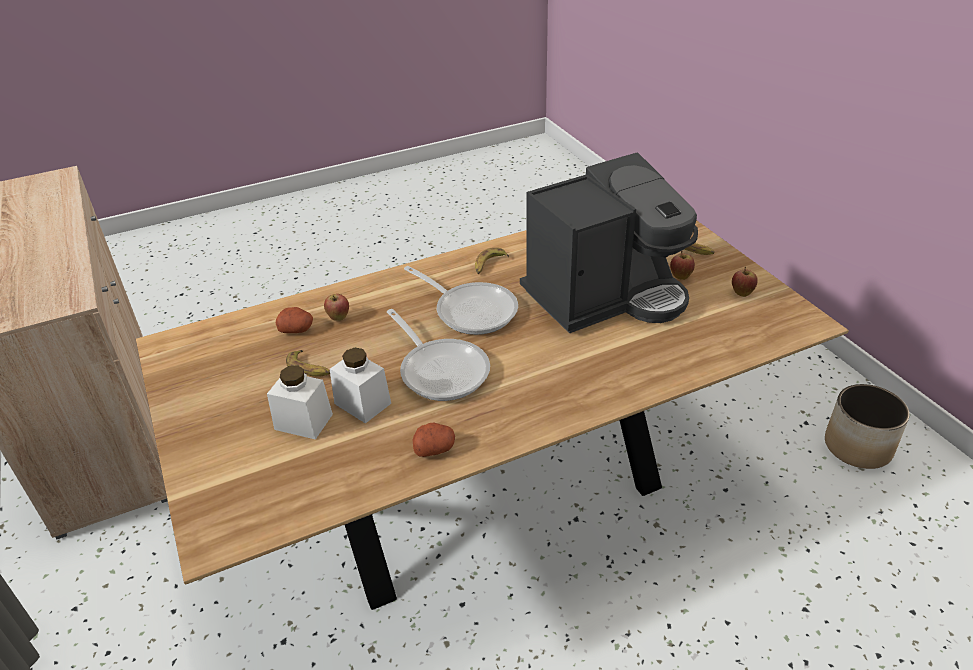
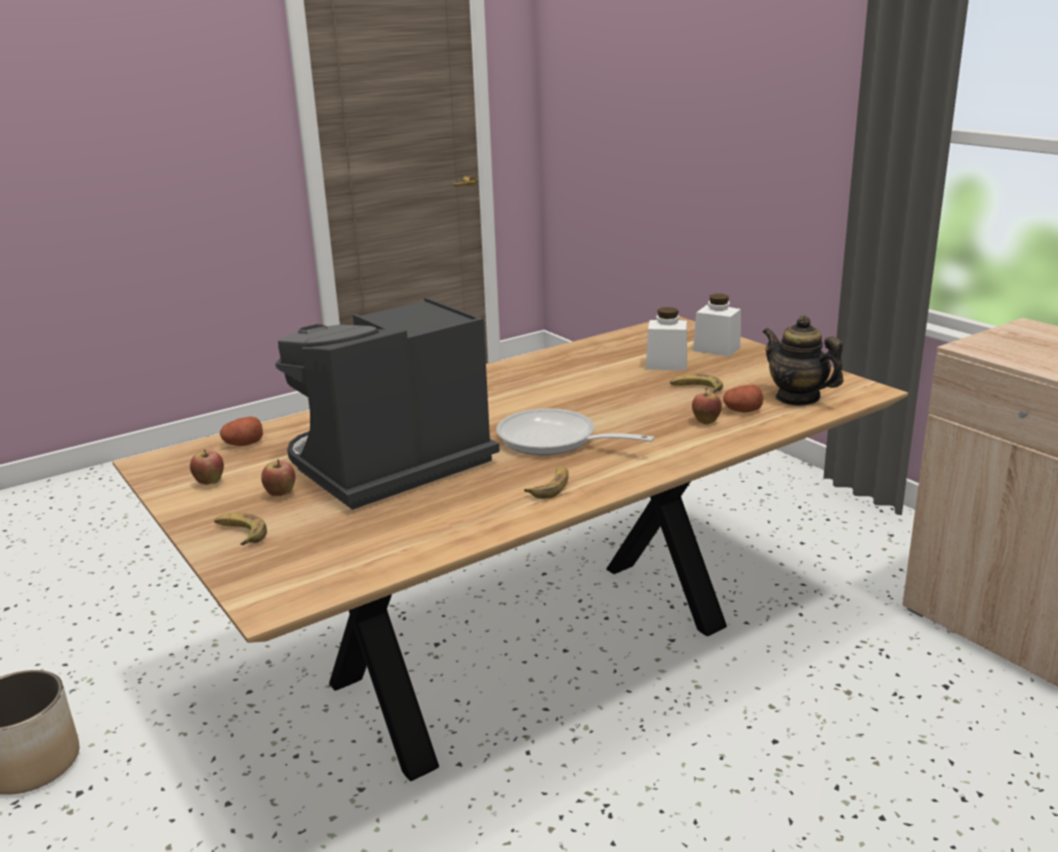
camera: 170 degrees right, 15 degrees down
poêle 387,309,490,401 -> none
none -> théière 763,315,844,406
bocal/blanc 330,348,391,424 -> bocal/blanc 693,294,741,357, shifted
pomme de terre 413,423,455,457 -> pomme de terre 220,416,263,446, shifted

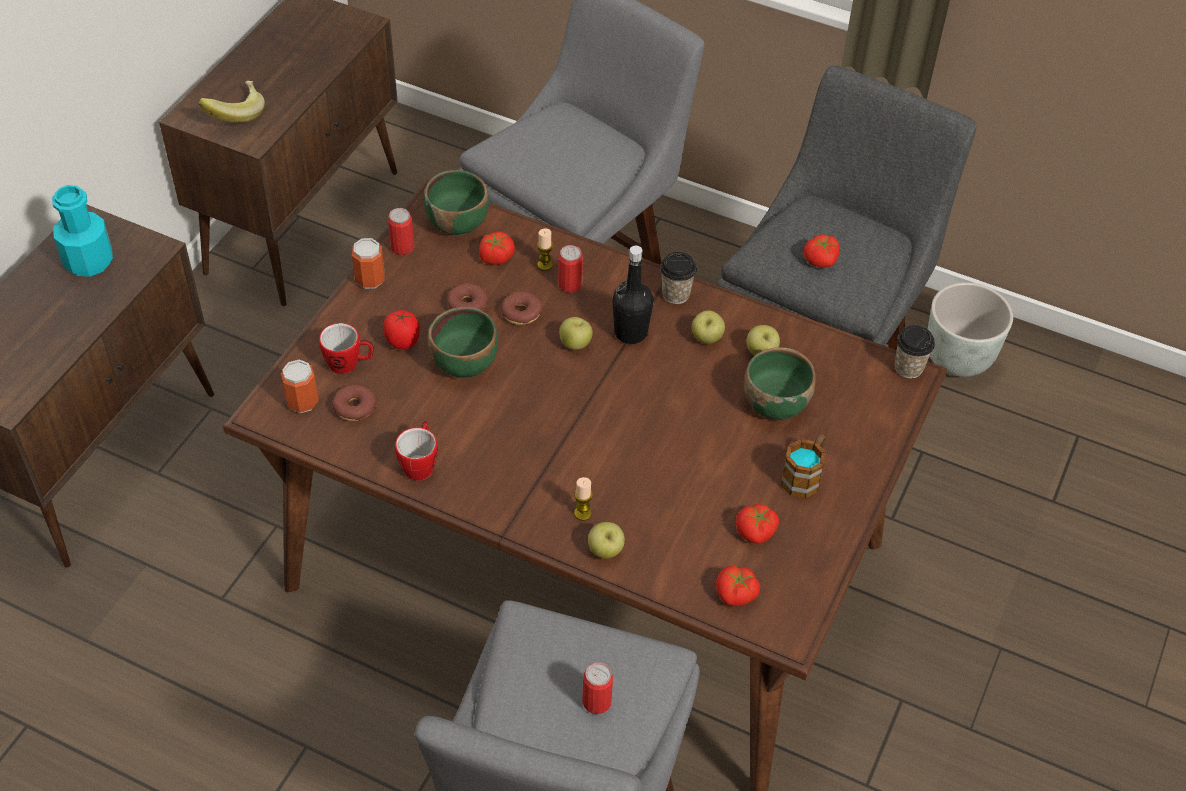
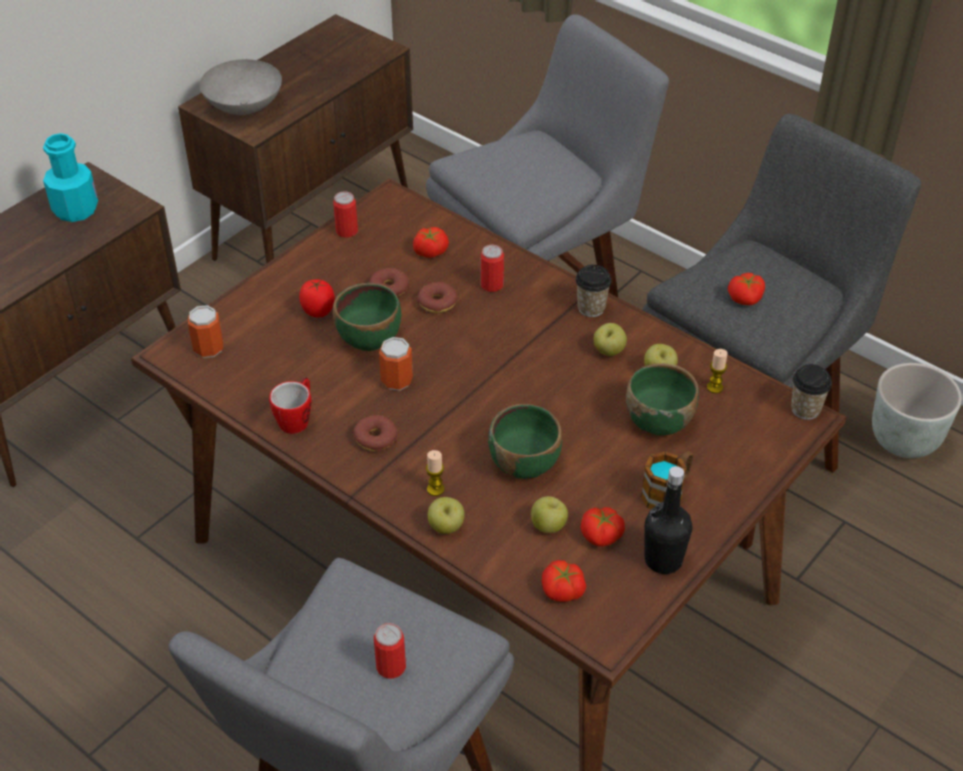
camera: 15 degrees right, 5 degrees down
mug 319,323,374,374 -> none
beignet 332,385,377,421 -> beignet 353,415,398,452, shifted
boîte métallique 352,238,385,289 -> boîte métallique 379,337,413,391, shifted
bol/vert 424,170,489,236 -> bol/vert 488,404,562,479, shifted
bougie 537,228,553,271 -> bougie 707,349,728,393, shifted
pomme 559,317,593,350 -> pomme 531,496,568,533, shifted
bouteille/noir 612,246,654,344 -> bouteille/noir 645,466,693,574, shifted
banane 199,81,265,122 -> bol/gris 199,59,282,115

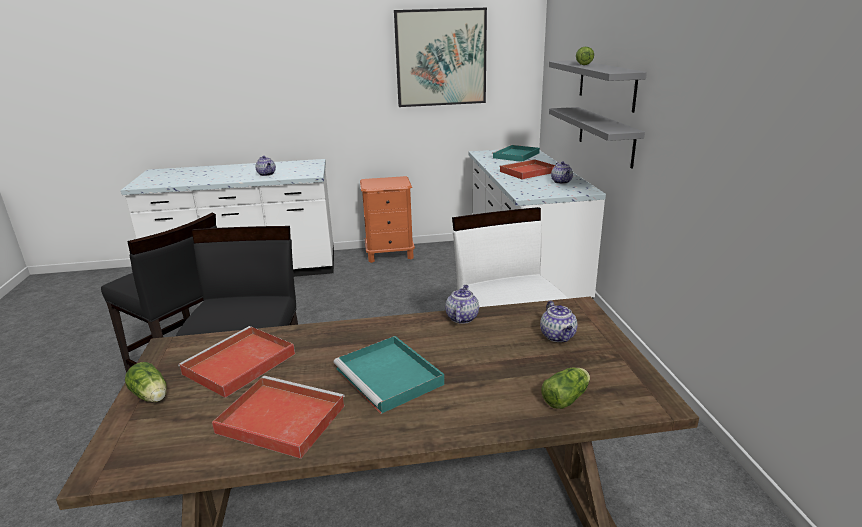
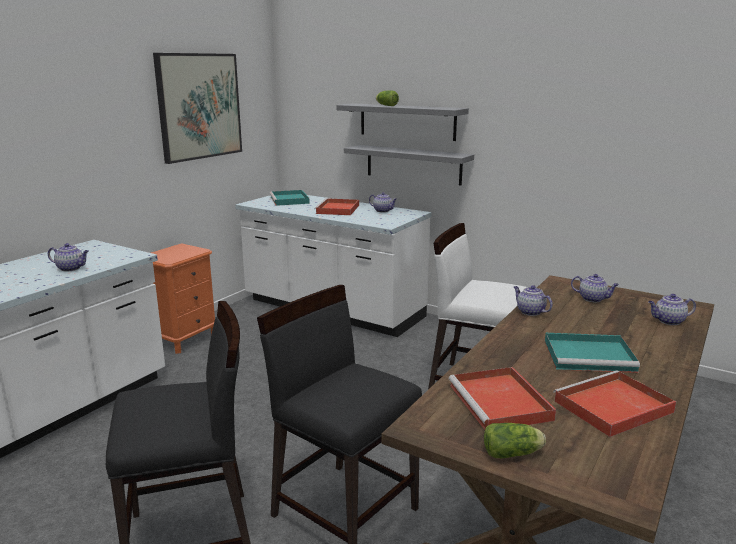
camera: 50 degrees left, 5 degrees down
laitue 541,367,590,409 -> théière 648,294,696,325

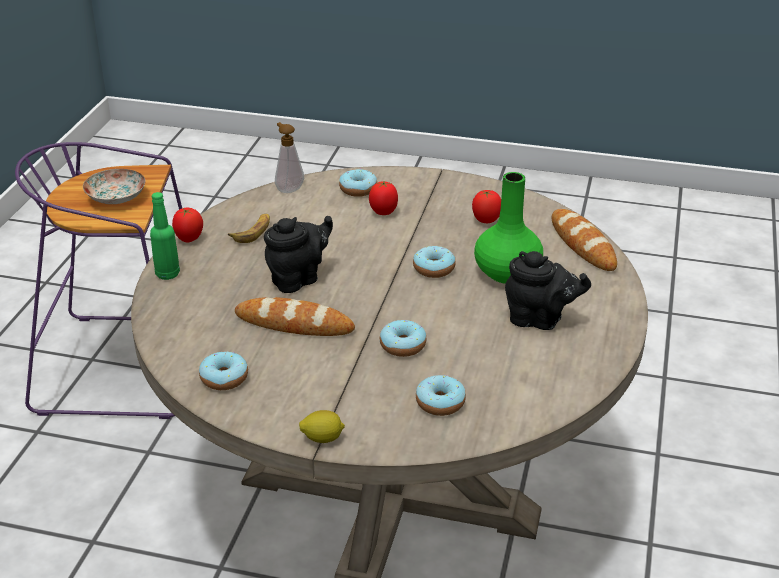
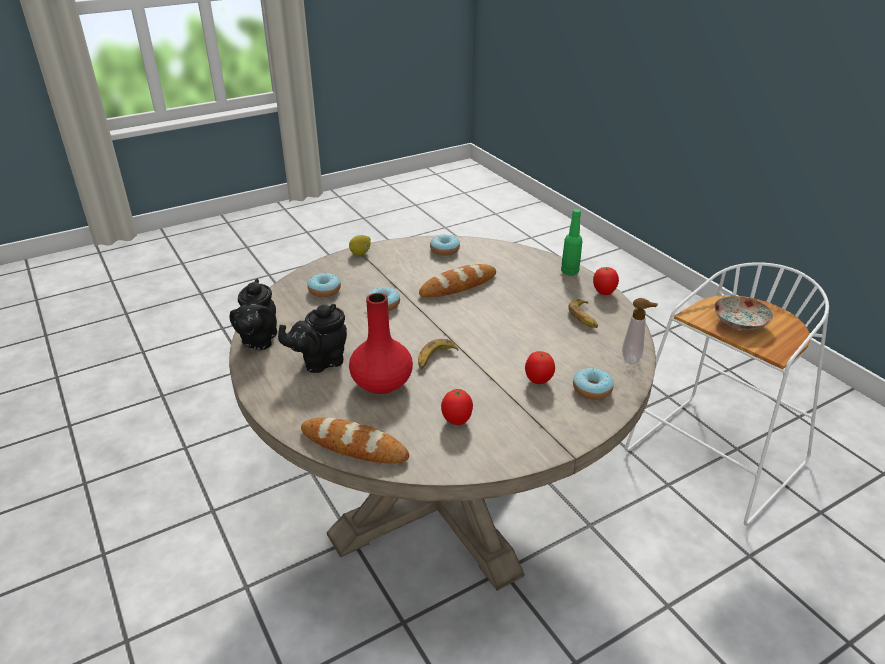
camera: 135 degrees right, 0 degrees up
théière/noir 264,216,333,293 -> théière/noir 229,279,277,350, shifted
beignet 413,246,456,278 -> banane 418,339,459,369
tabouret/violet 15,142,182,419 -> tabouret/blanc 625,262,829,526
vase/vert 474,172,543,284 -> vase/rouge 349,293,413,394

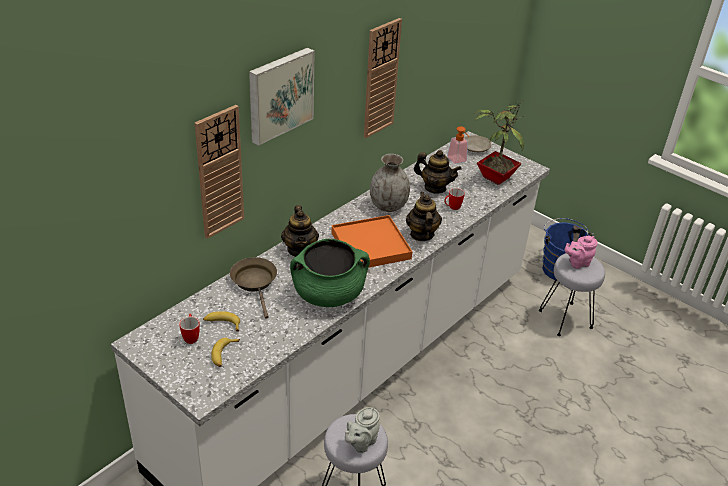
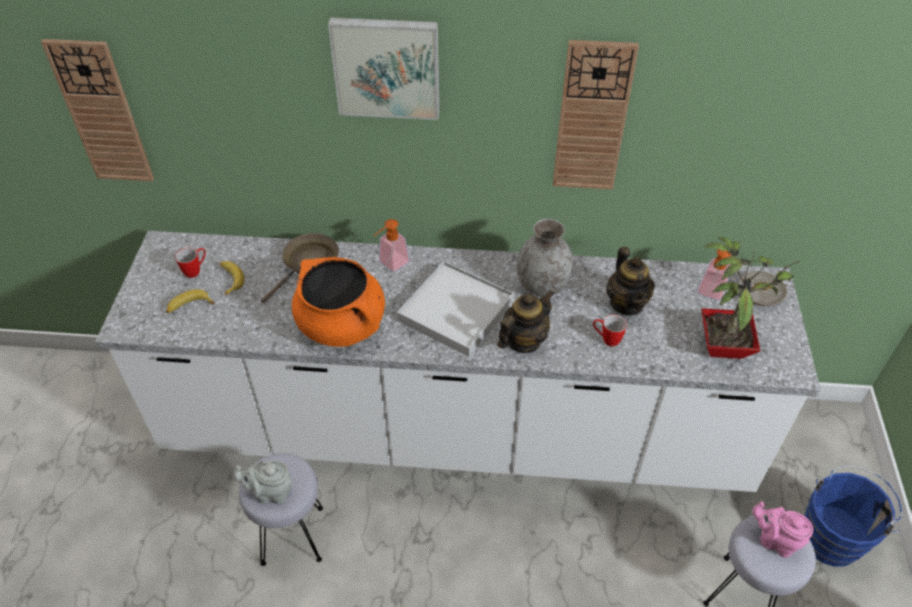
camera: 55 degrees right, 10 degrees up
horloge murale 195,105,244,239 -> horloge murale 41,39,154,181, shifted
théière 281,205,319,257 -> distributeur de savon 374,219,410,272
marmite/vert 290,239,370,307 -> marmite/orange 292,257,385,347
plateau/orange 332,215,412,268 -> plateau/blanc 397,261,514,357

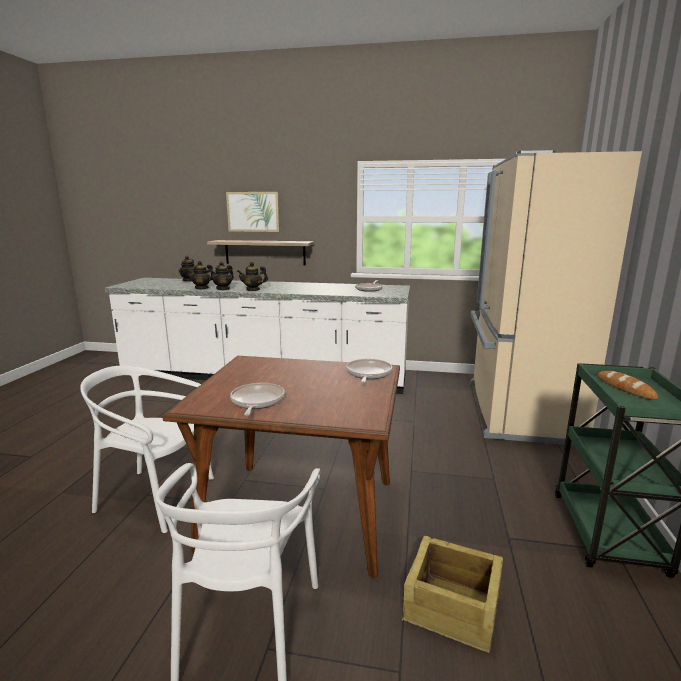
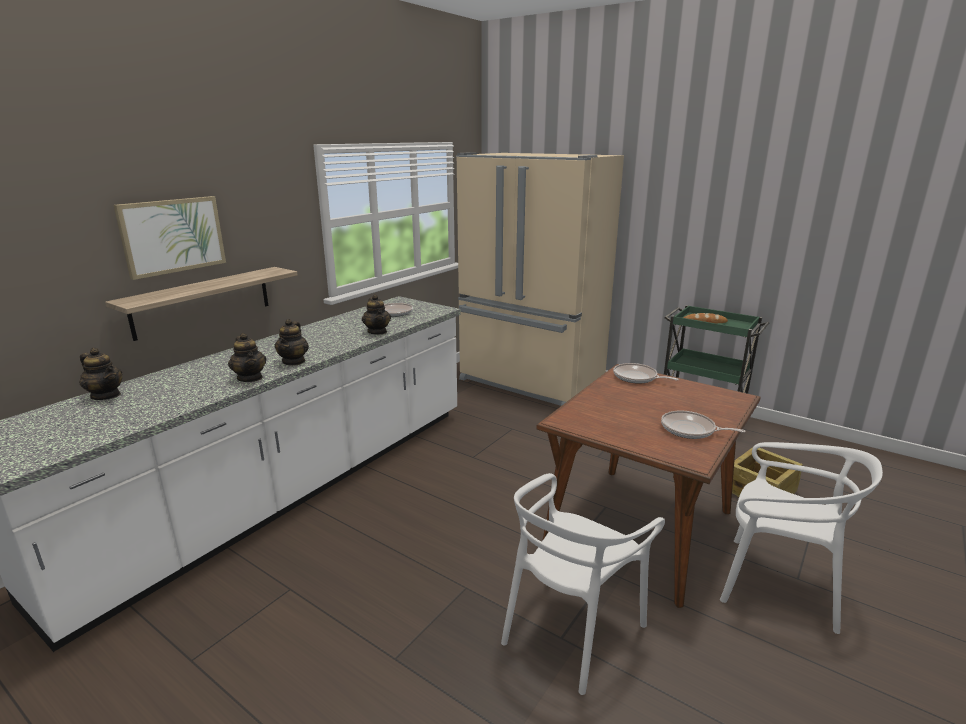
camera: 65 degrees left, 5 degrees up
théière 187,261,213,289 -> théière 362,294,391,335, shifted

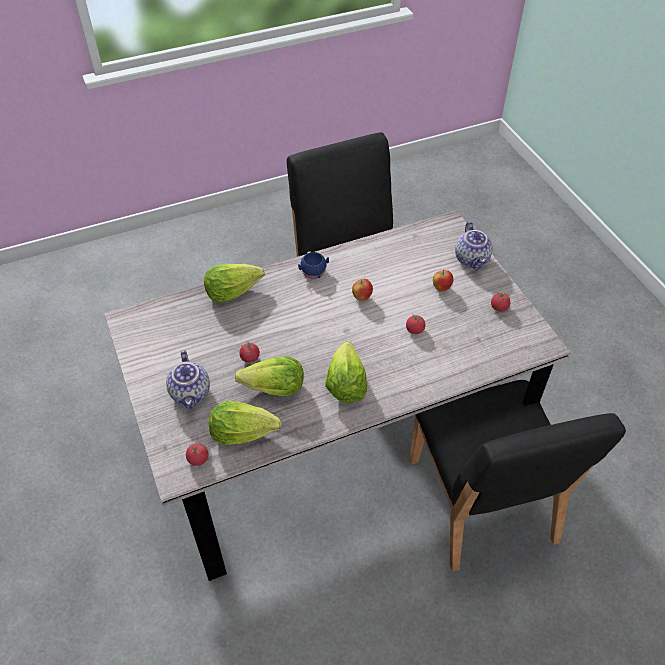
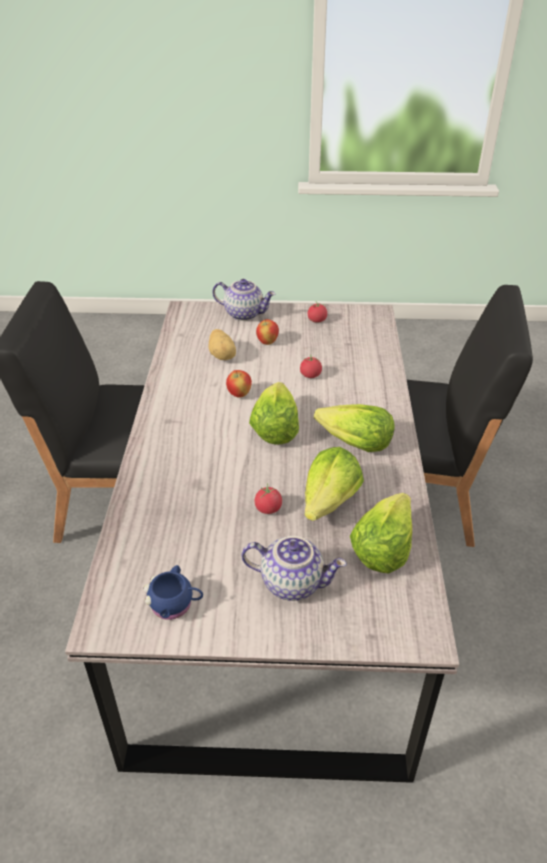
camera: 65 degrees left, 10 degrees down
tomate 186,443,208,466 -> none
none -> pomme de terre 208,329,236,360
laitue 204,264,264,303 -> laitue 249,382,299,445, shifted
mug/bleu 298,251,329,279 -> mug/bleu 144,565,203,620, shifted

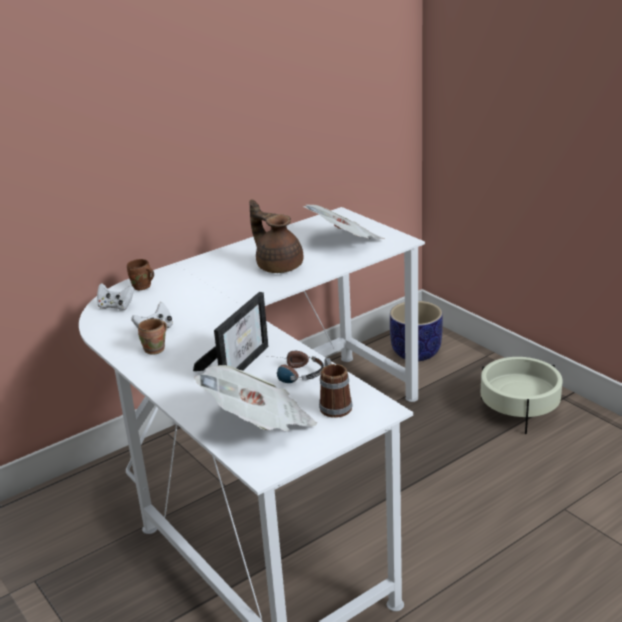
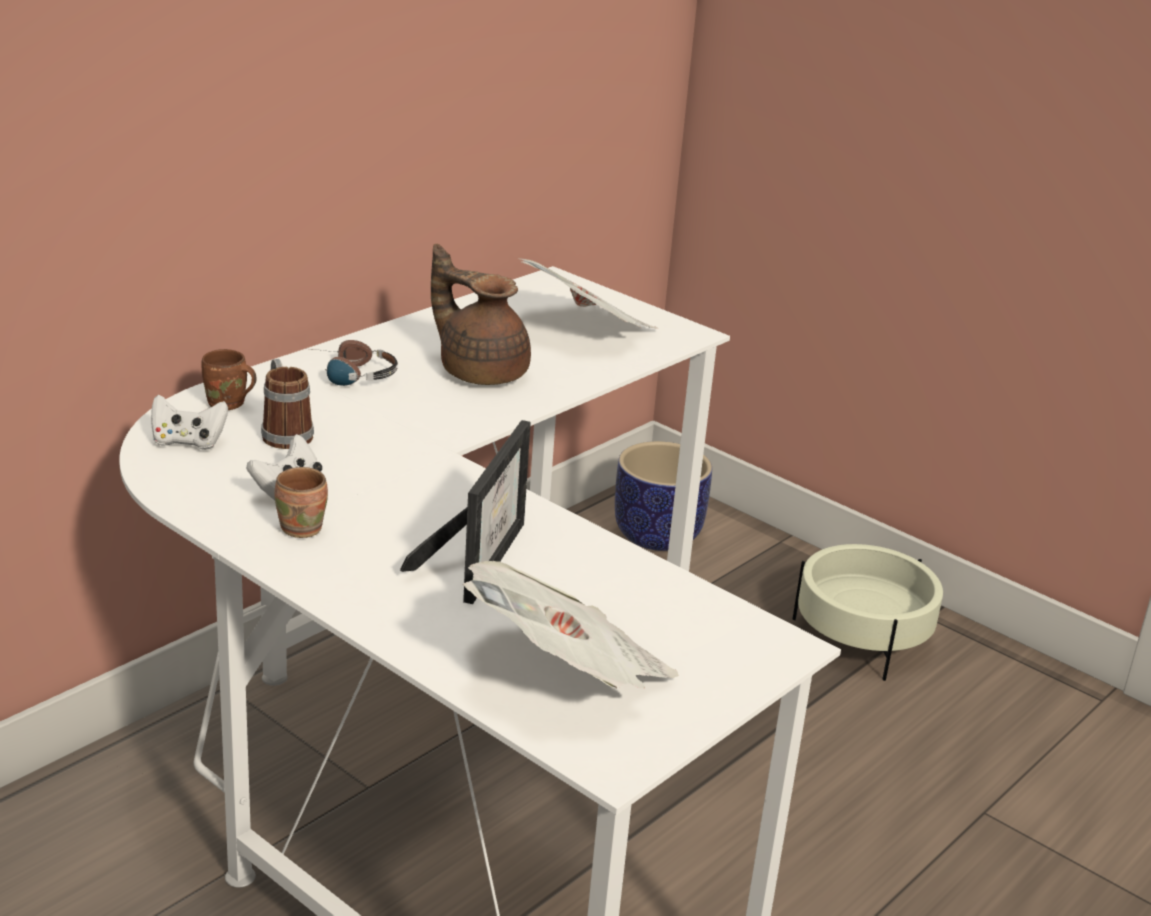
camera: 15 degrees left, 0 degrees up
casque audio 268,351,324,383 -> casque audio 313,340,398,386, shifted
mug 319,358,353,418 -> mug 261,359,314,449, shifted

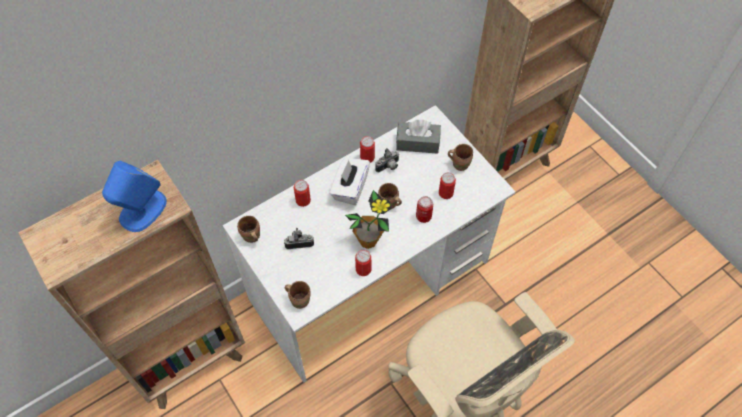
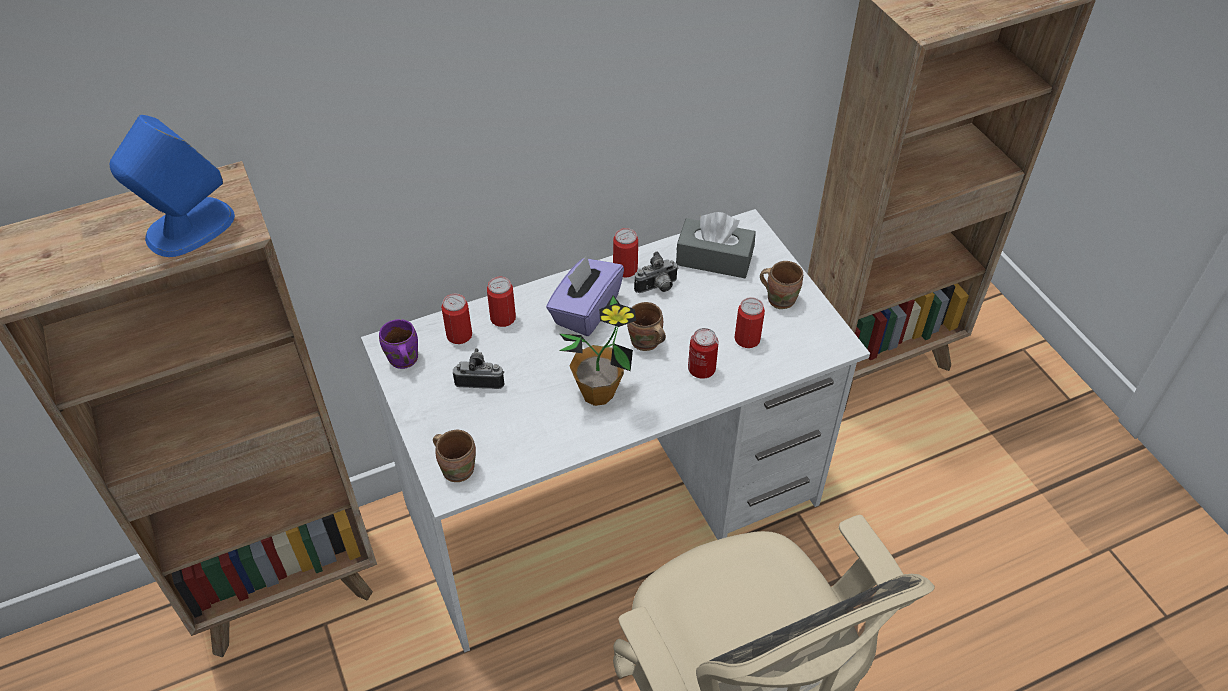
camera: 10 degrees right, 10 degrees down
boîte métallique 355,250,371,276 -> boîte métallique 441,294,472,344, shifted
mug/marron 237,216,260,243 -> mug/violet 379,319,418,369
boîte à mouchoirs/blanc 330,158,370,205 -> boîte à mouchoirs/violet 546,255,624,336

